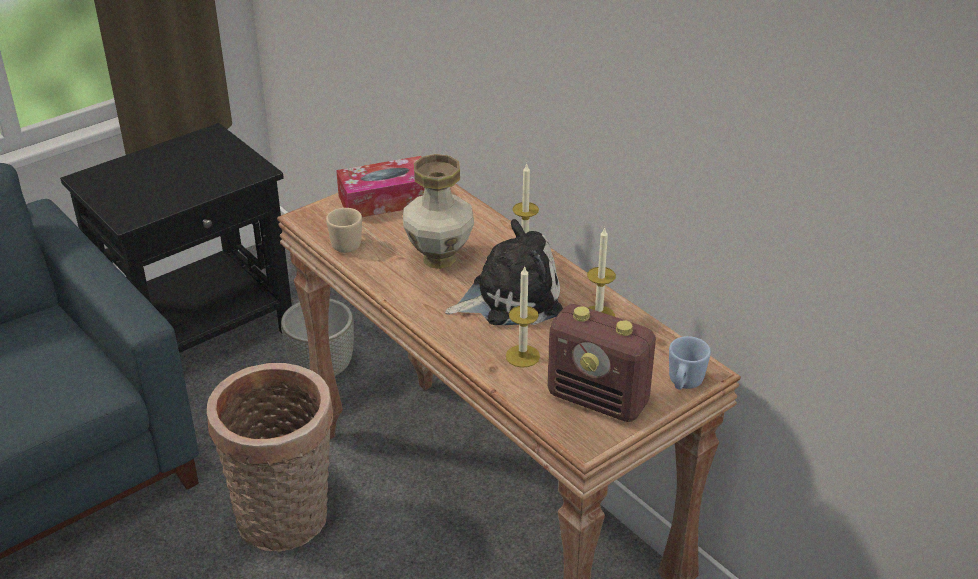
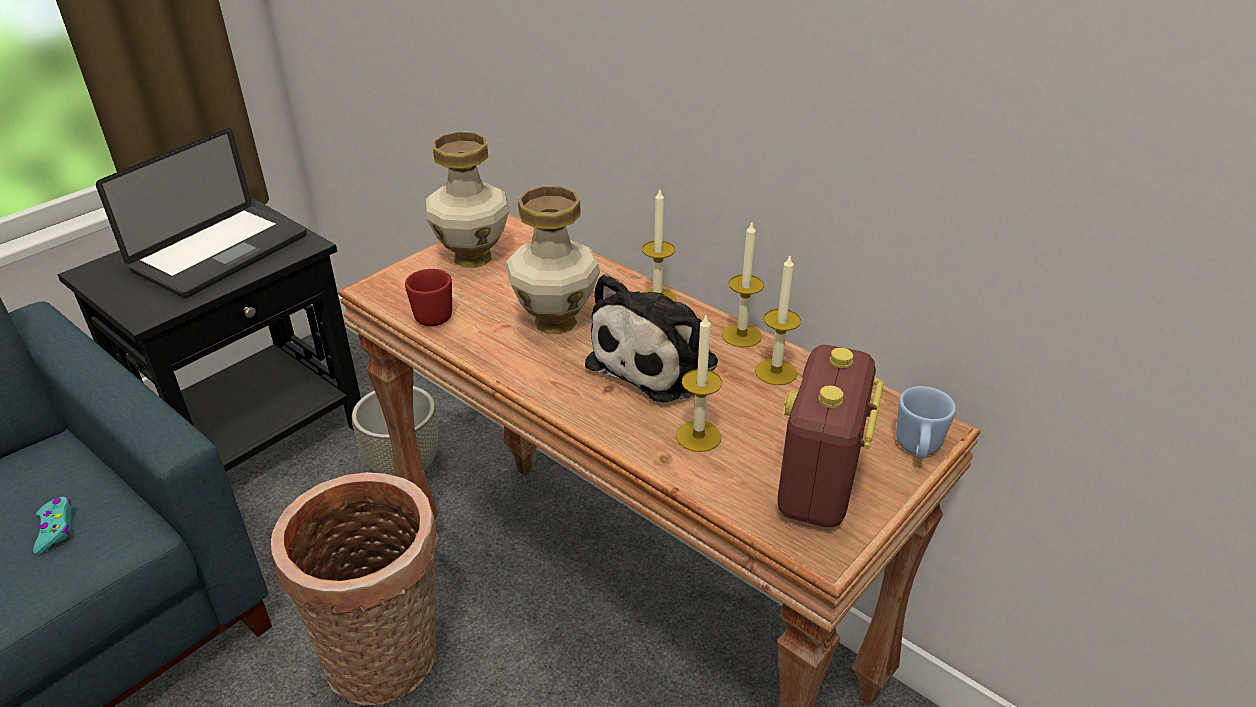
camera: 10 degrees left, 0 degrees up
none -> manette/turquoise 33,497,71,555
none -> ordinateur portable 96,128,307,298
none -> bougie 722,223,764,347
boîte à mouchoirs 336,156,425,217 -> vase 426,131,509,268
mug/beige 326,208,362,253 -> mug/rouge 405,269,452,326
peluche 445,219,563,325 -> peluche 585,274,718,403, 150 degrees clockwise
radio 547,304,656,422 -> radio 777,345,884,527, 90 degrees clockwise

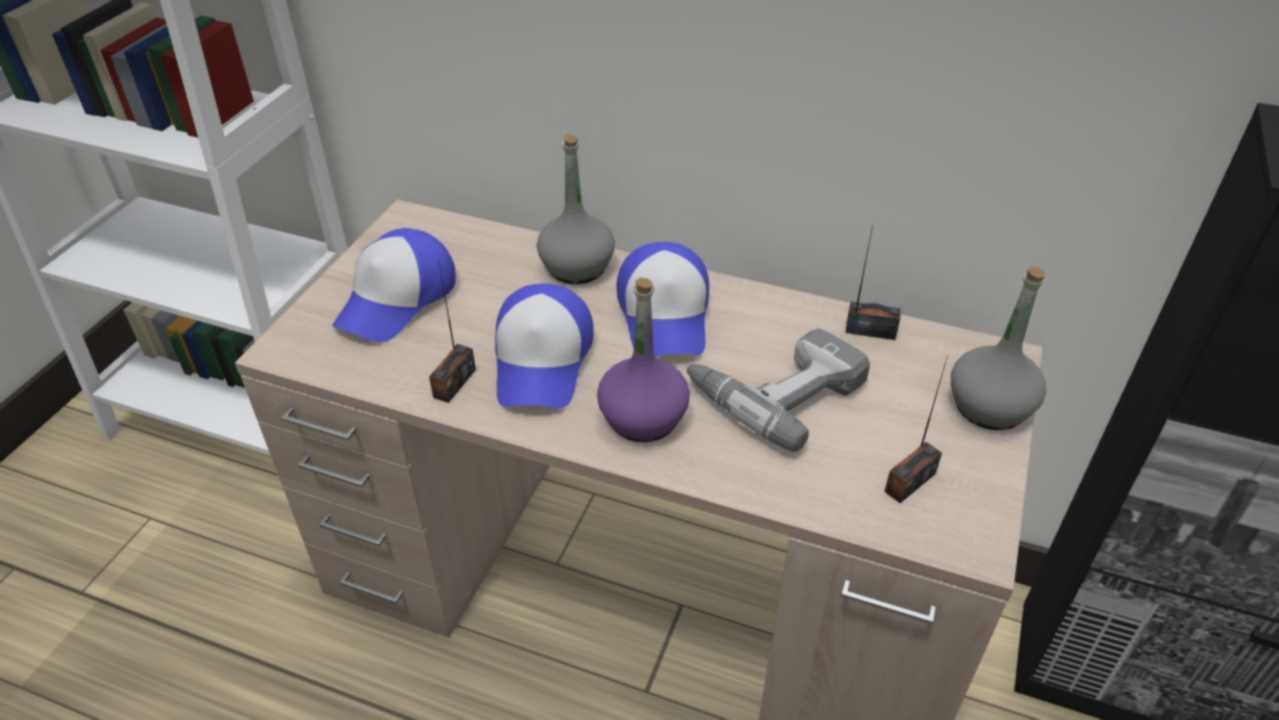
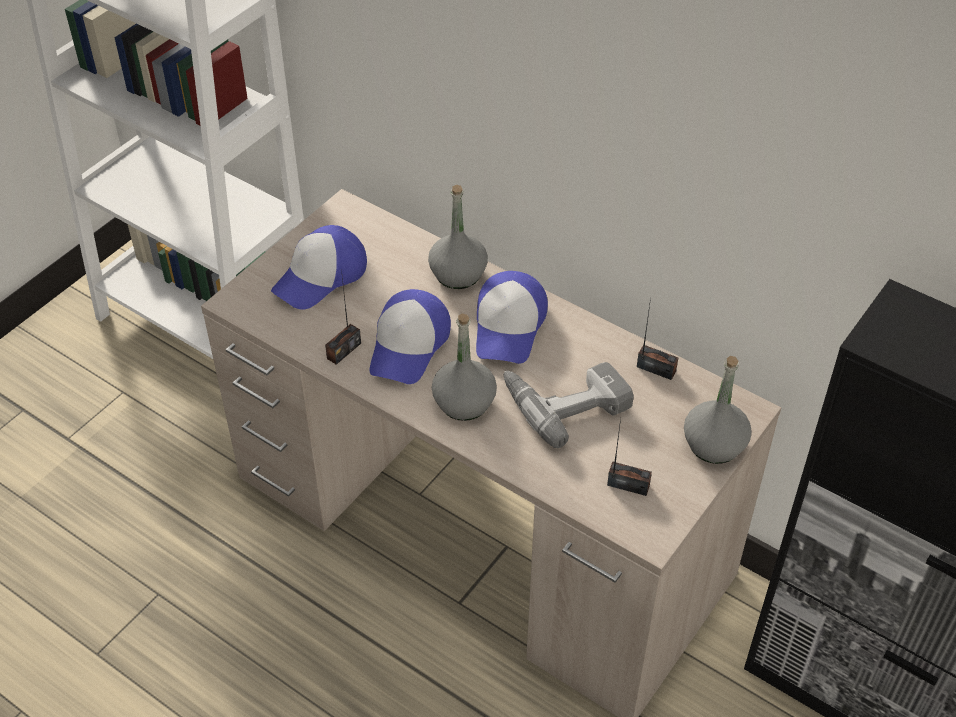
camera: 15 degrees right, 5 degrees up
bouteille/violet 597,278,690,442 -> bouteille/gris 432,313,497,421
radio 884,355,948,503 -> radio 607,418,652,496, 135 degrees counterclockwise

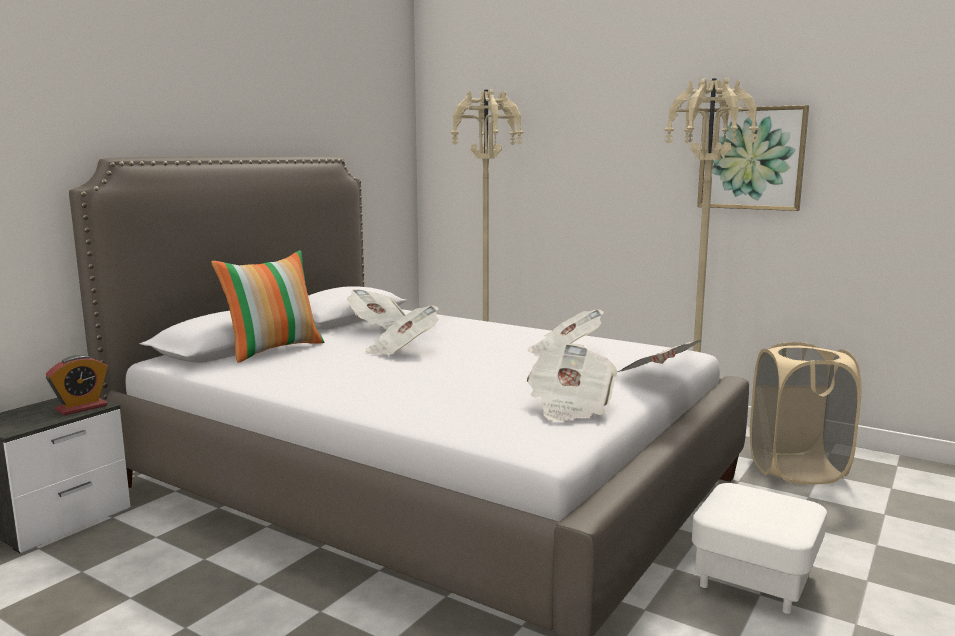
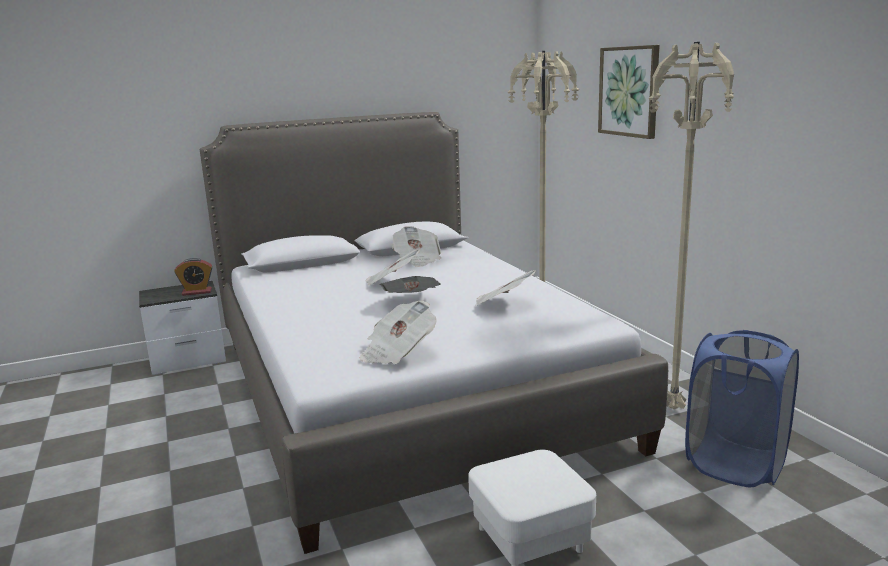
camera: 35 degrees right, 5 degrees up
coussin 211,250,324,363 -> none
journal 617,340,702,372 -> journal 379,276,440,293, shifted
tableau 697,105,809,211 -> tableau 598,45,660,139, shifted
panier à linge/beige 750,342,862,484 -> panier à linge/bleu 685,330,799,488

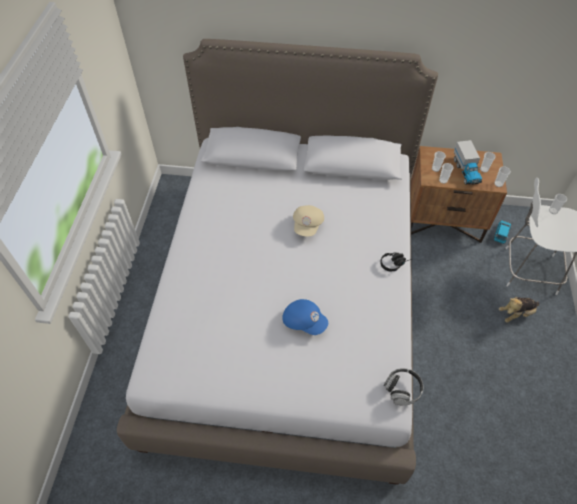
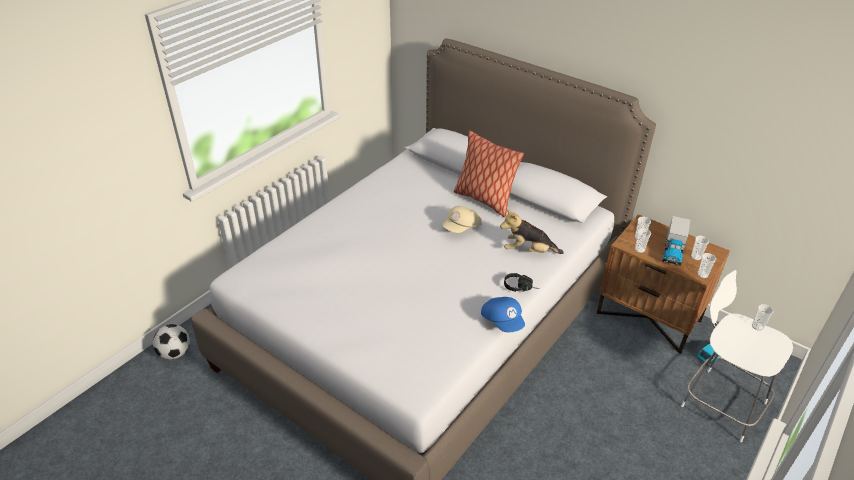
camera: 30 degrees right, 15 degrees down
casque audio 384,368,423,405 -> none
none -> ballon de foot 153,324,190,360
none -> coussin 454,131,524,217
casquette/bleu 282,299,328,335 -> casquette/bleu 481,297,525,332, shifted
peluche 499,297,539,323 -> peluche 500,209,564,254, shifted

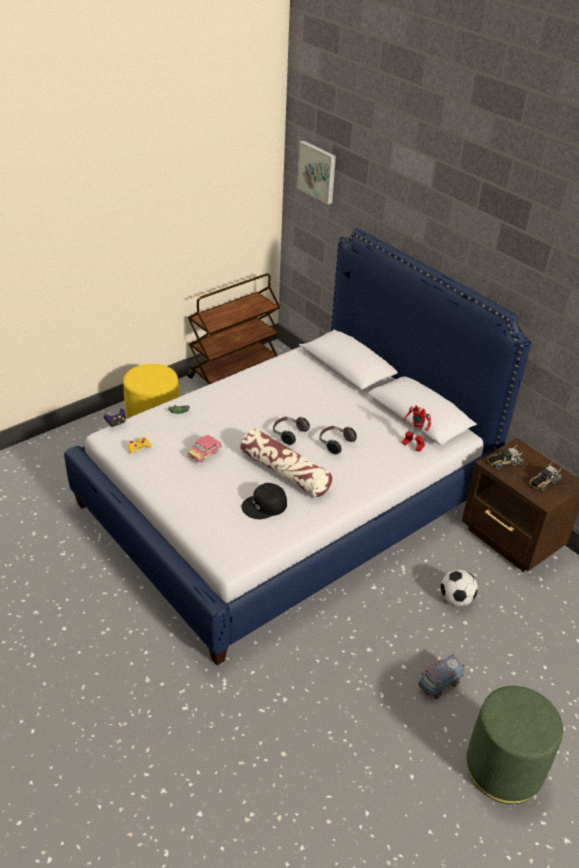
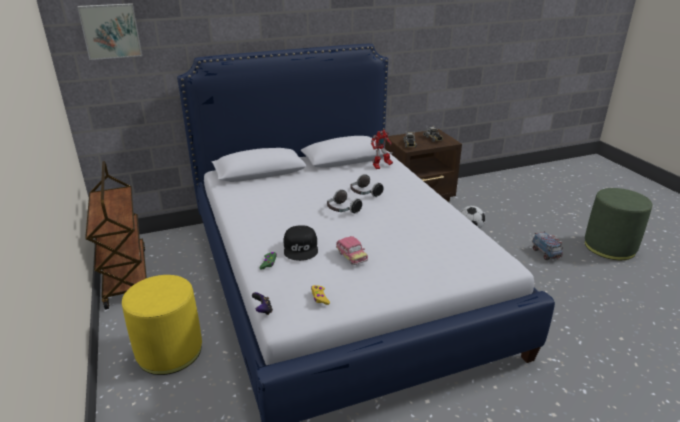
camera: 70 degrees left, 10 degrees down
coussin 241,429,332,498 -> none
casquette/noir 242,483,287,519 -> casquette/noir 283,225,318,261, shifted

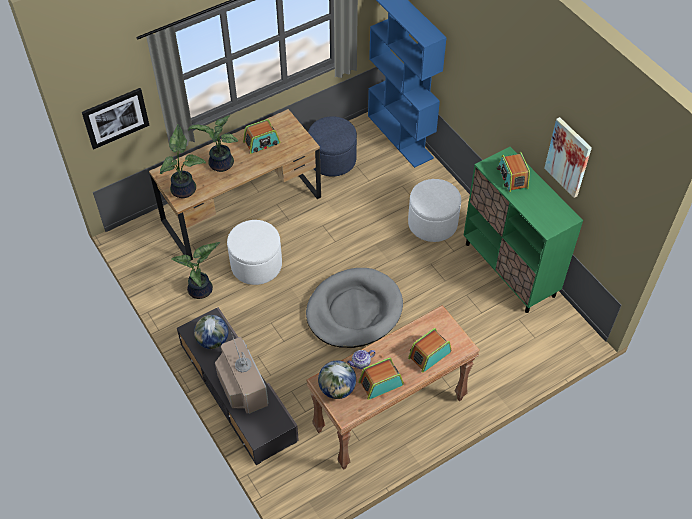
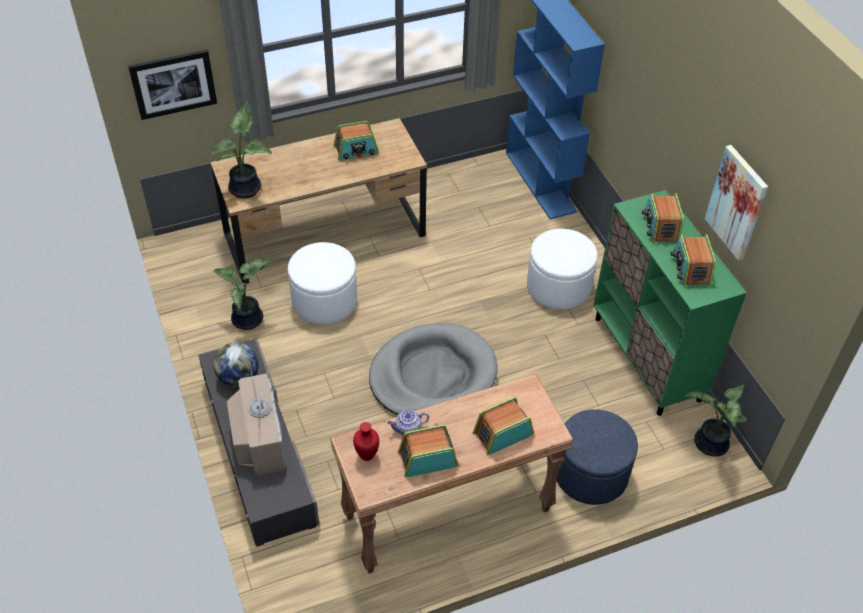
camera: 10 degrees right, 5 degrees down
none -> radio 671,234,716,287
plante en pot 188,115,238,172 -> plante en pot 685,385,747,456, shifted
pouf/bleu 308,116,357,177 -> pouf/bleu 557,409,638,505, shifted
globe 318,360,356,399 -> vase/rouge 353,422,379,461

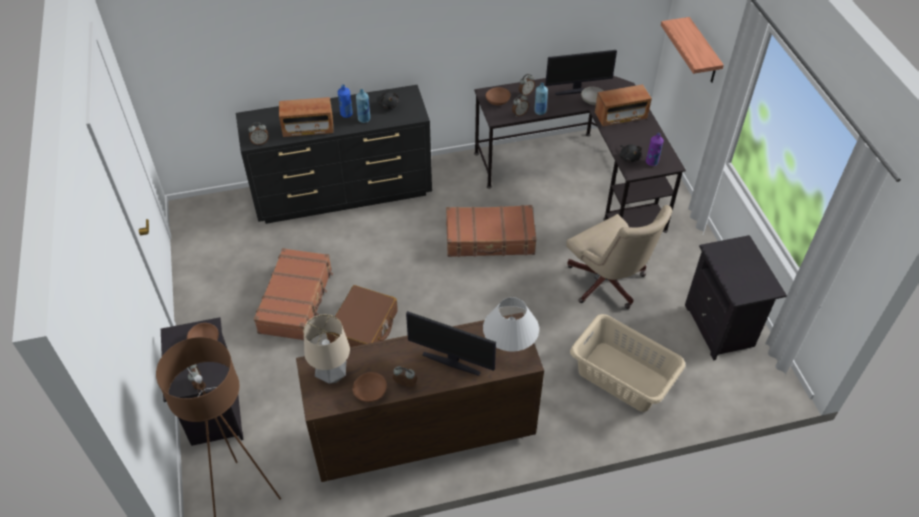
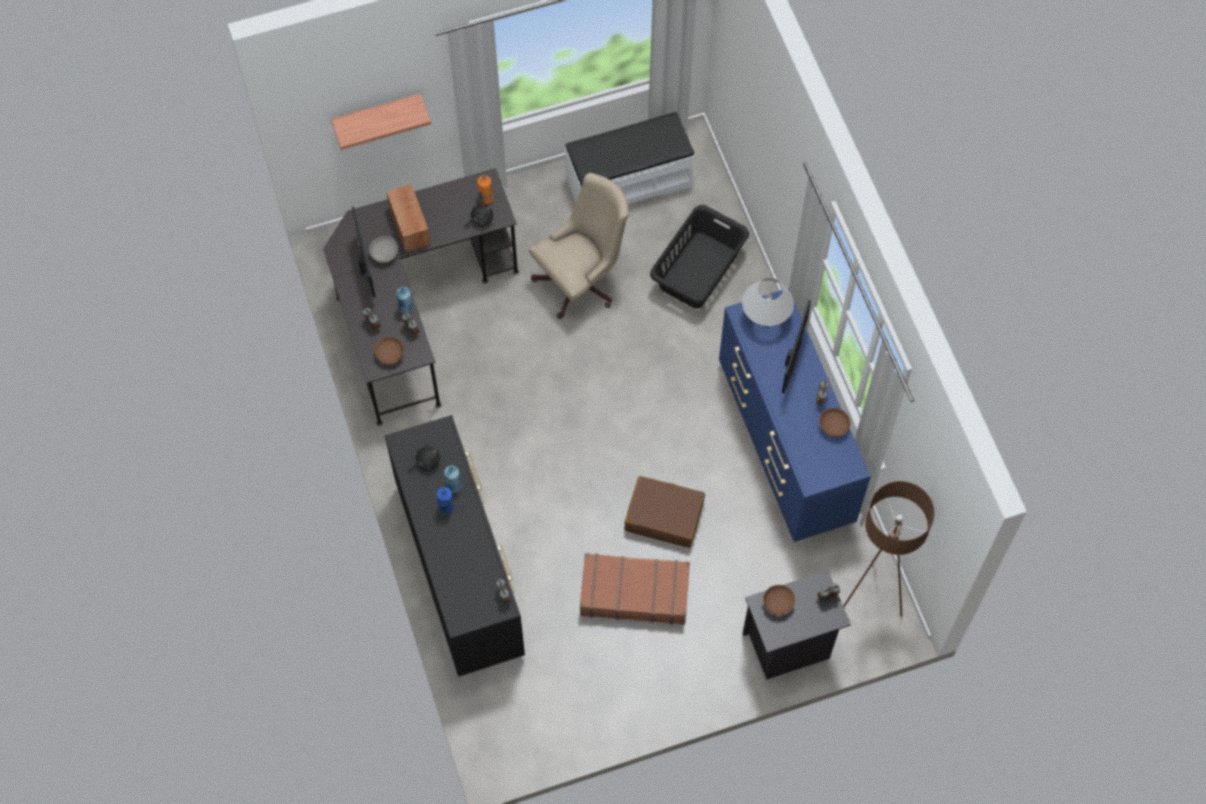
camera: 95 degrees left, 15 degrees up
radio 279,97,334,137 -> none
lampe de table 304,314,350,384 -> none
valise/marron 446,205,536,257 -> none
table de chevet/noir 685,235,787,360 -> banc/blanc 565,112,695,204
commode/marron 296,312,544,482 -> commode/bleu 719,288,871,542
panier à linge/beige 570,314,685,412 -> panier à linge/noir 650,205,749,308
bouteille/violet 646,133,664,166 -> bouteille/orange 477,175,494,204

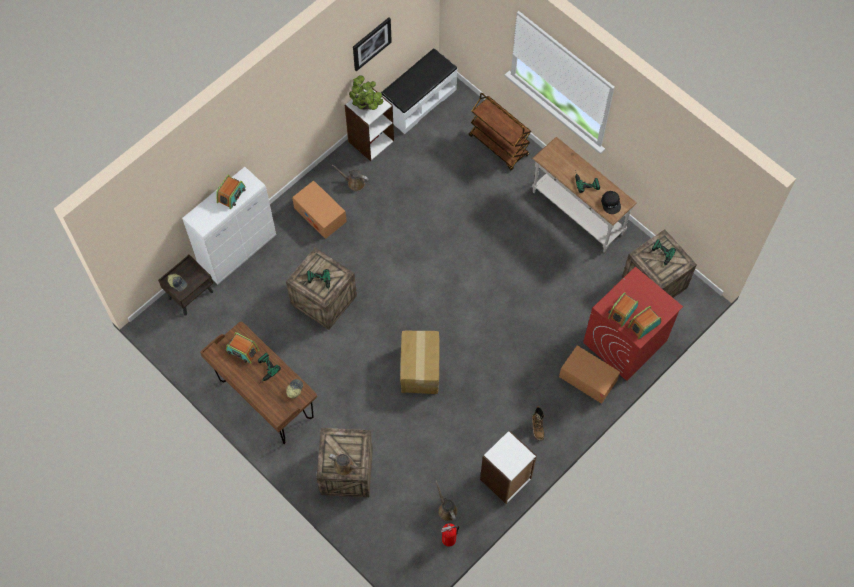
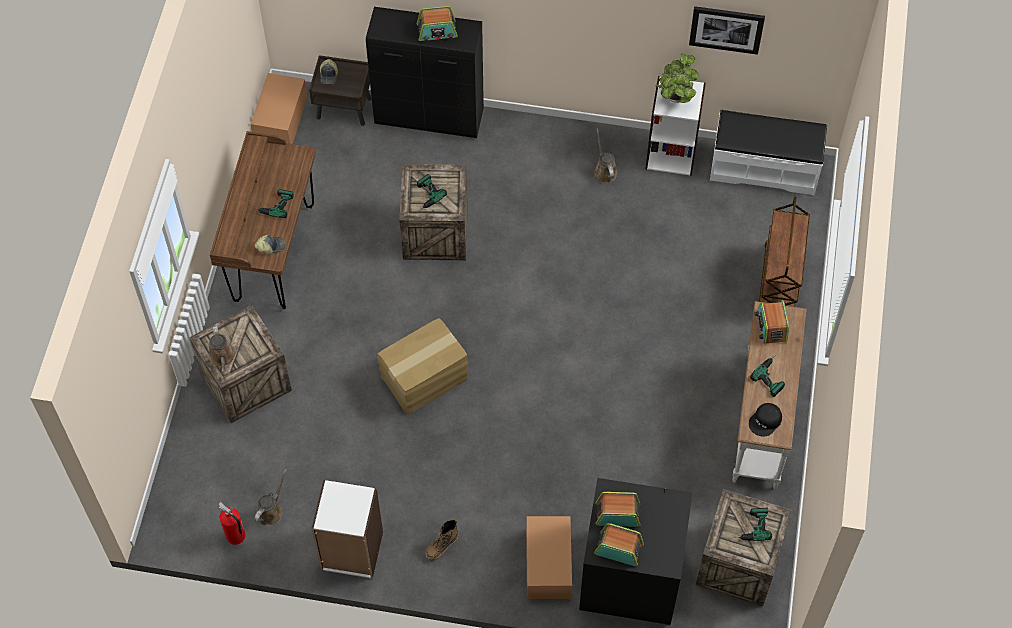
camera: 55 degrees right, 5 degrees down
radio 226,332,260,363 -> radio 755,300,789,345, shifted
carton 292,180,347,239 -> carton 250,73,308,144, shifted
meuble de rangement/blanc 182,167,276,285 -> meuble de rangement/noir 366,7,484,138
lave-linge/rouge 583,267,683,381 -> lave-linge/noir 579,478,692,625

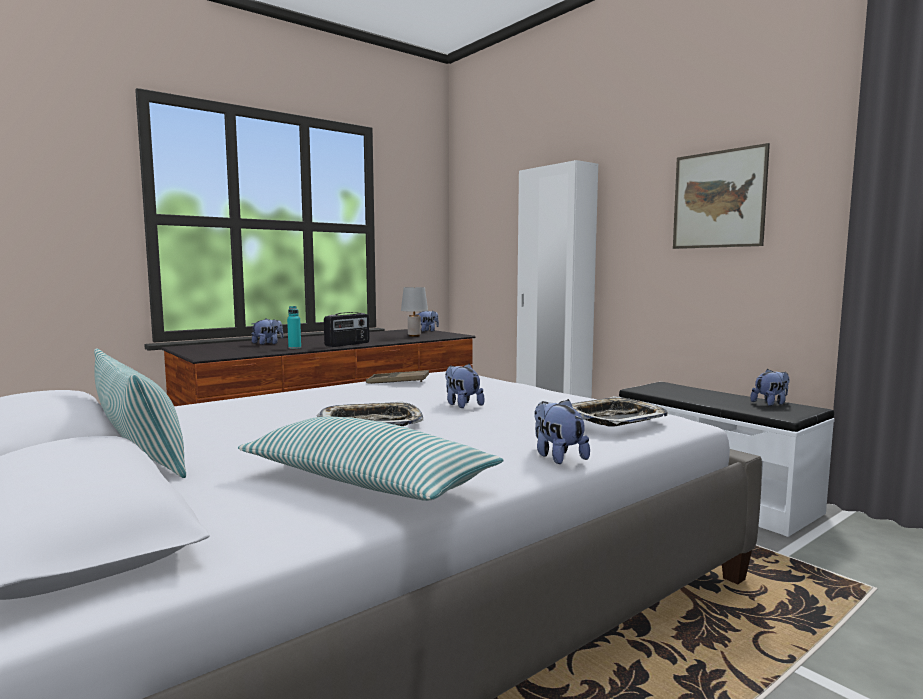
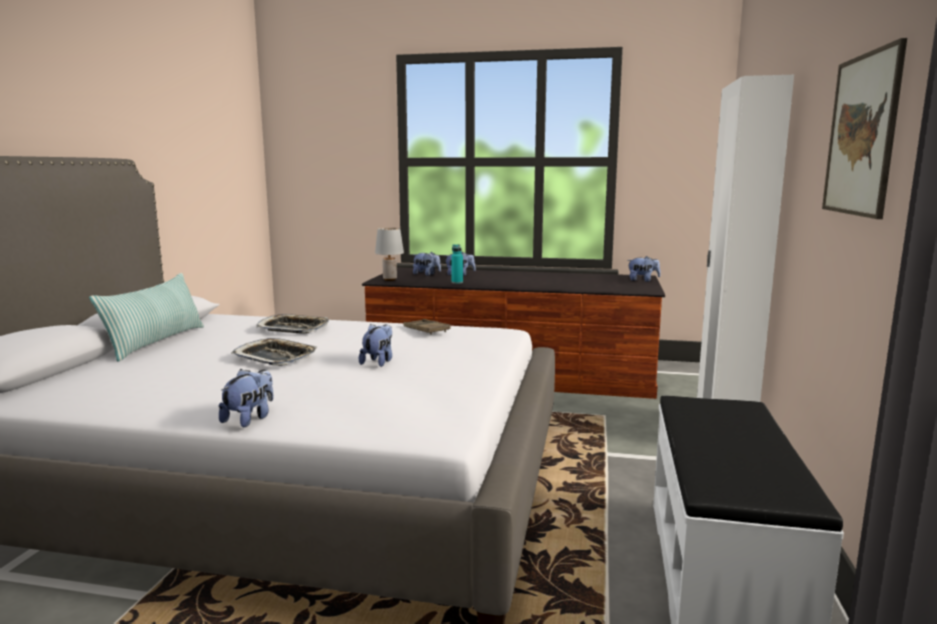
camera: 50 degrees right, 5 degrees up
coussin 238,417,504,501 -> none
radio 324,312,370,347 -> none
lampe de table/gris 401,287,428,337 -> lampe de table/gris 375,228,404,281, shifted
plateau 572,396,668,427 -> plateau 256,314,329,334, shifted
peluche 750,369,789,406 -> peluche 413,252,441,276, shifted

